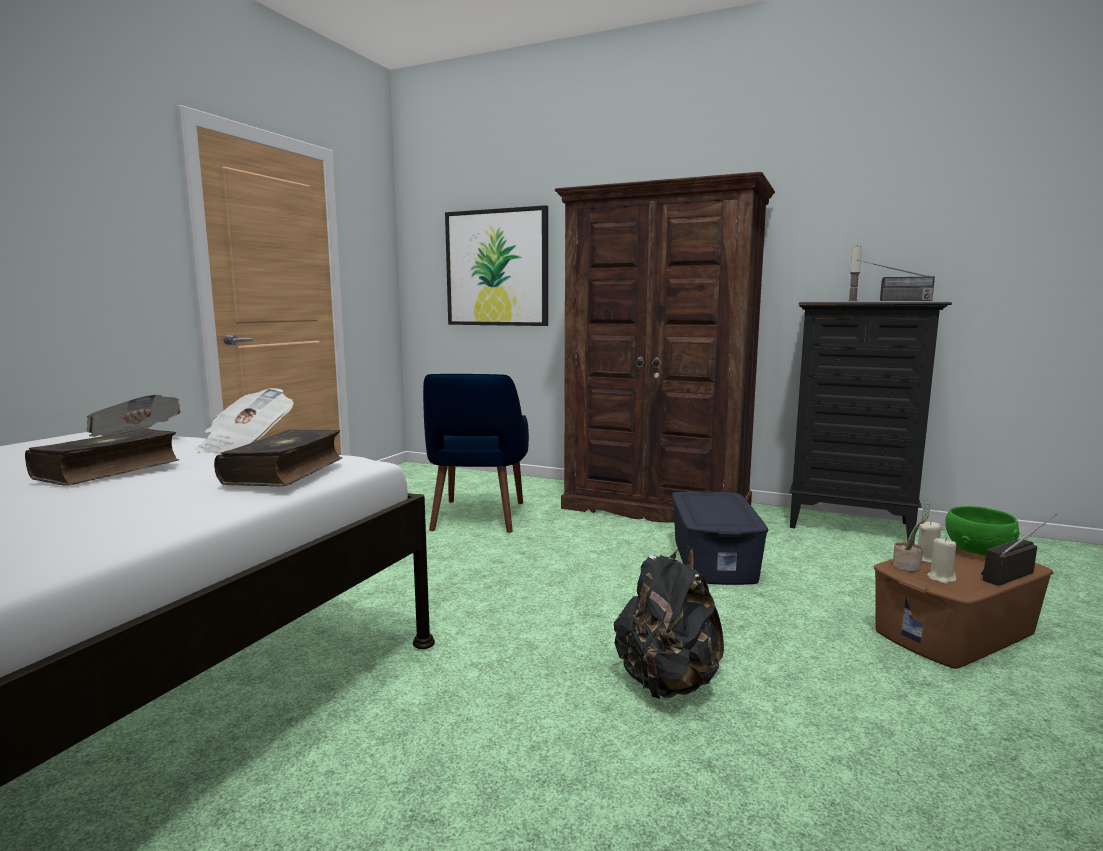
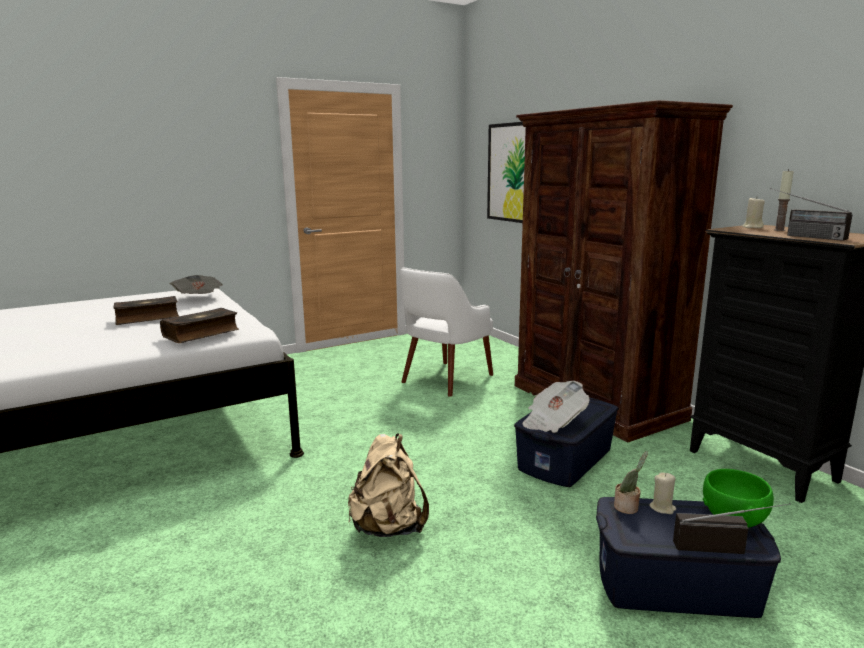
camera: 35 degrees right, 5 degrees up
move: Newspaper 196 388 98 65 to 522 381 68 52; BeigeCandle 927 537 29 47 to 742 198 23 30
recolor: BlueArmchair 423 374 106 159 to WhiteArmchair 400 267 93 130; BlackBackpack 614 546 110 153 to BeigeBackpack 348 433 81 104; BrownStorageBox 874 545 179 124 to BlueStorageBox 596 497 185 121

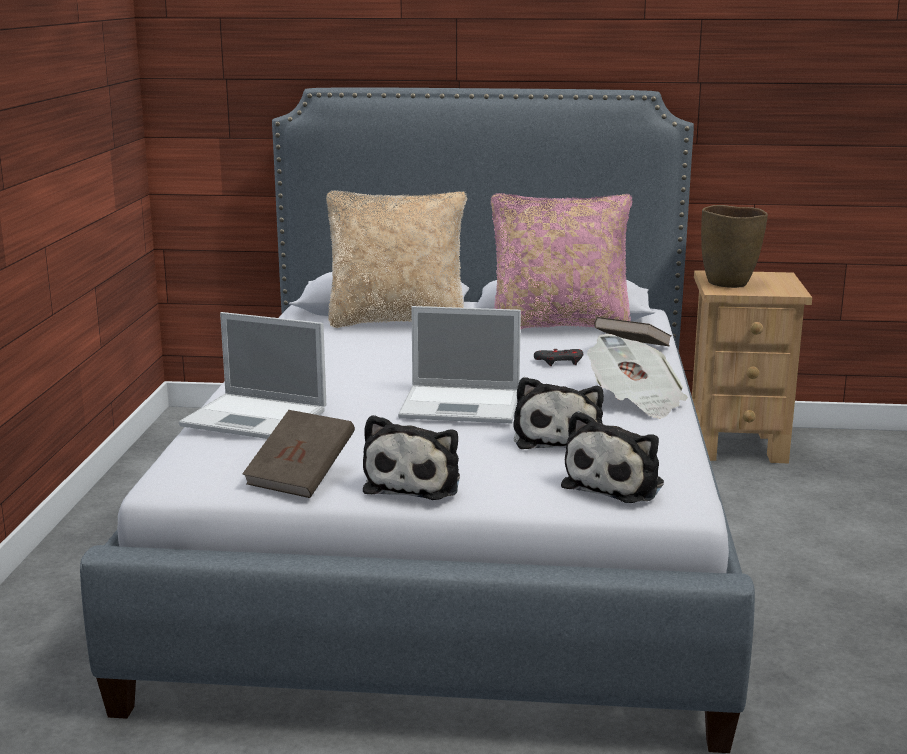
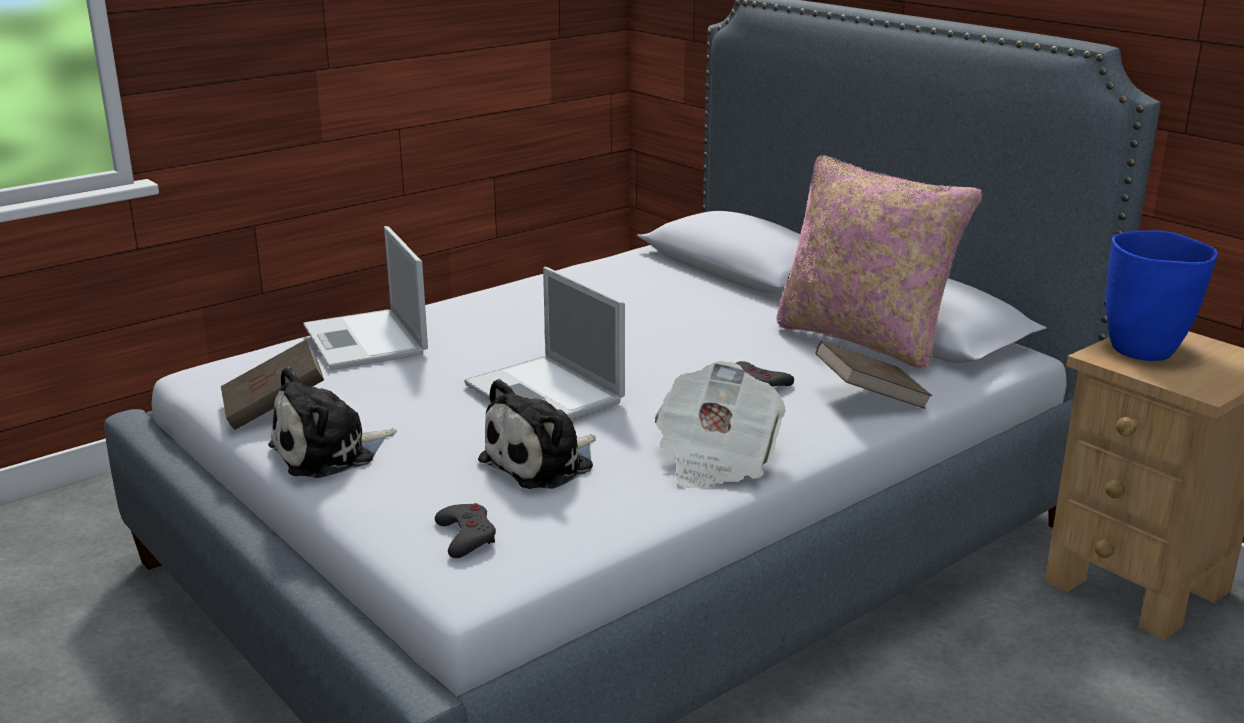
camera: 45 degrees right, 5 degrees up
delete: BeigePillow 326 190 141 138
replace: PlushToy 561 411 103 92 to GreyGameController 435 503 61 55
recolor: BrownVase 701 205 67 83 to BlueVase 1106 230 112 131

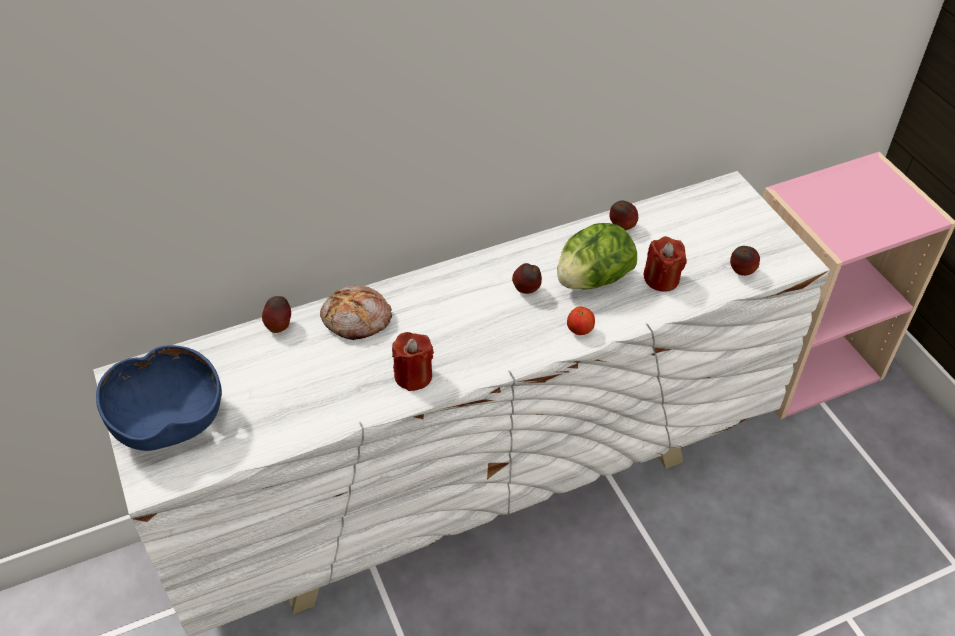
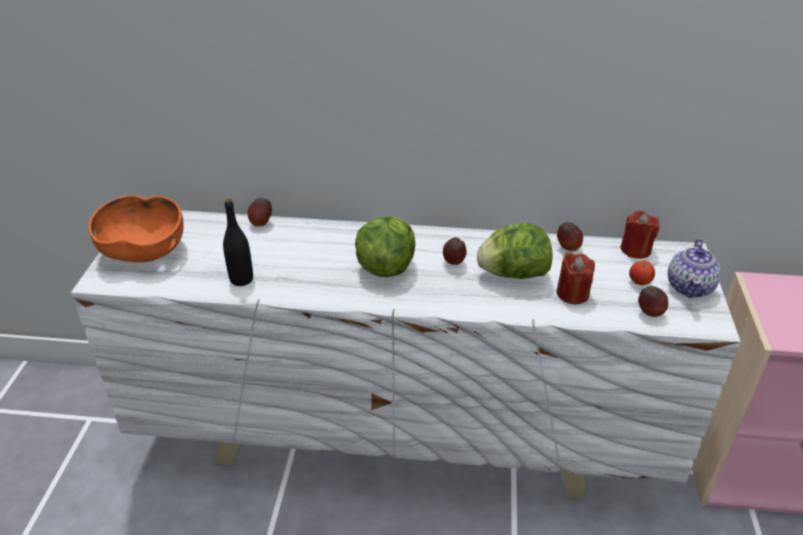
camera: 30 degrees right, 10 degrees down
delete: Bread 320 285 72 55
insert: BlackBottle 223 199 30 87; Lettuce 355 216 60 61; Teapot 668 239 53 59
move: RedCandle 392 332 42 59 to 621 211 39 48; Apple 567 306 28 29 to 629 260 26 25
recolor: BlueBowl 96 345 126 106 to OrangeBowl 89 195 95 67

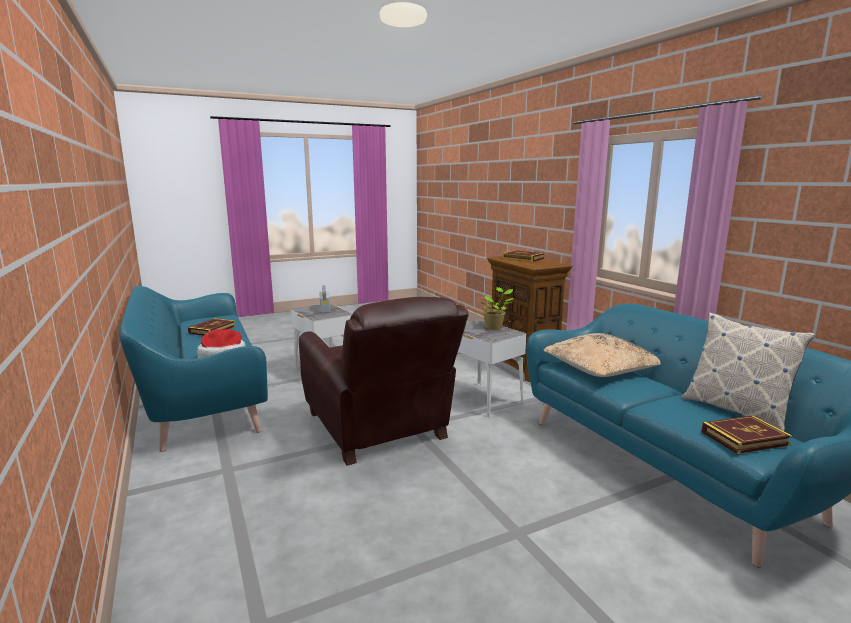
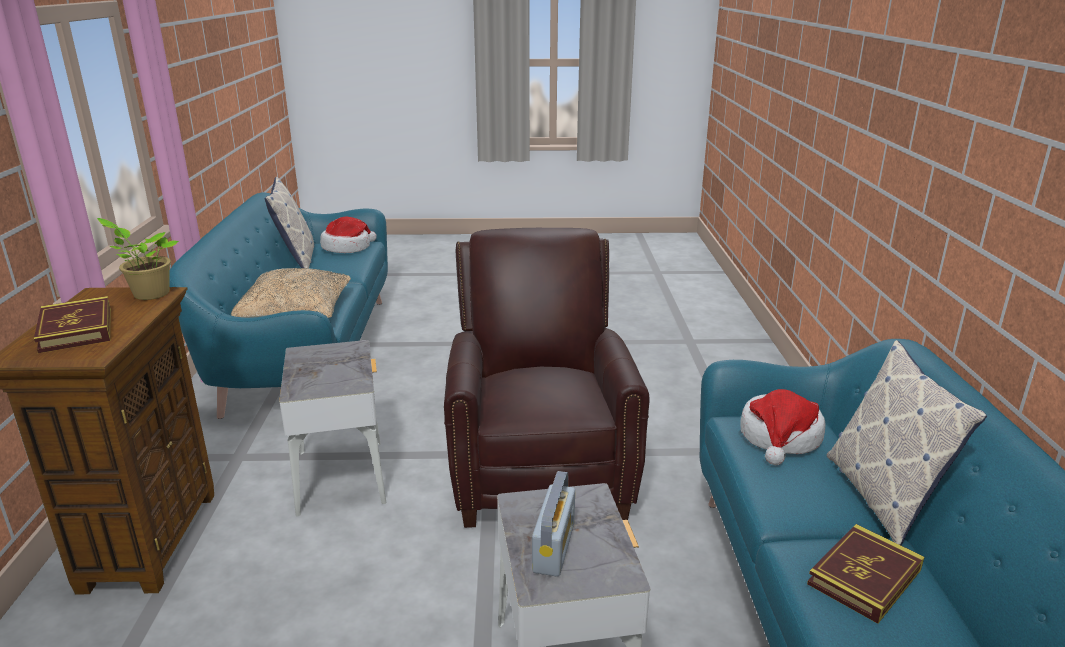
camera: 155 degrees left, 10 degrees up
insert: Pillow 827 340 160 205
move: PottedPlant 480 287 34 43 to 97 218 82 82
replace: Book 701 415 91 39 to Hat 320 217 56 36

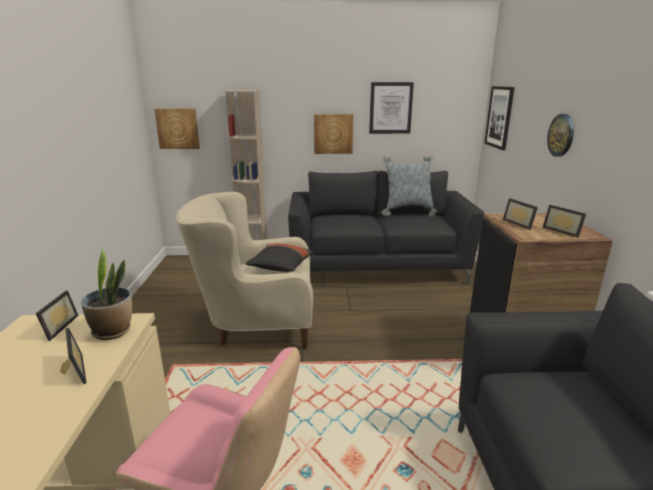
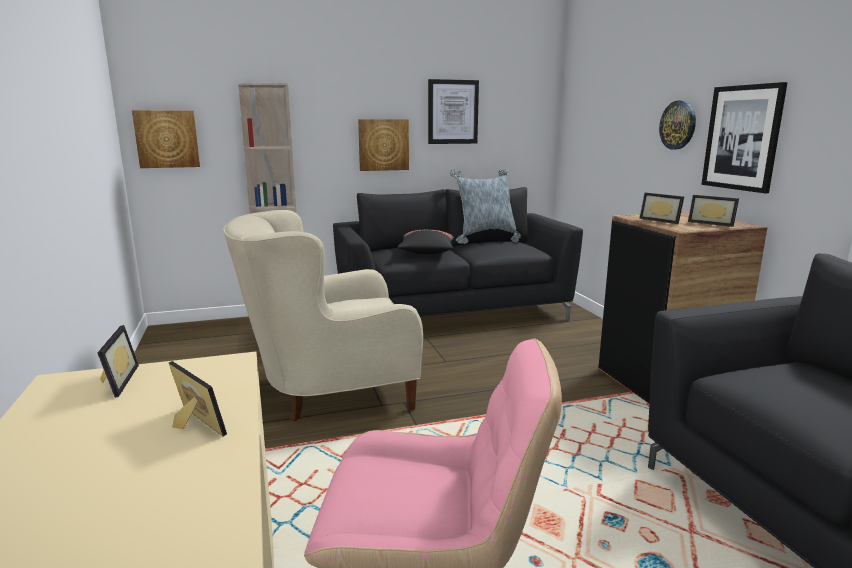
camera: 15 degrees left, 5 degrees down
delete: PottedPlant 81 249 51 91
move: BlackPillow 245 243 68 29 to 397 230 57 24; Picture 484 86 31 64 to 701 82 87 111

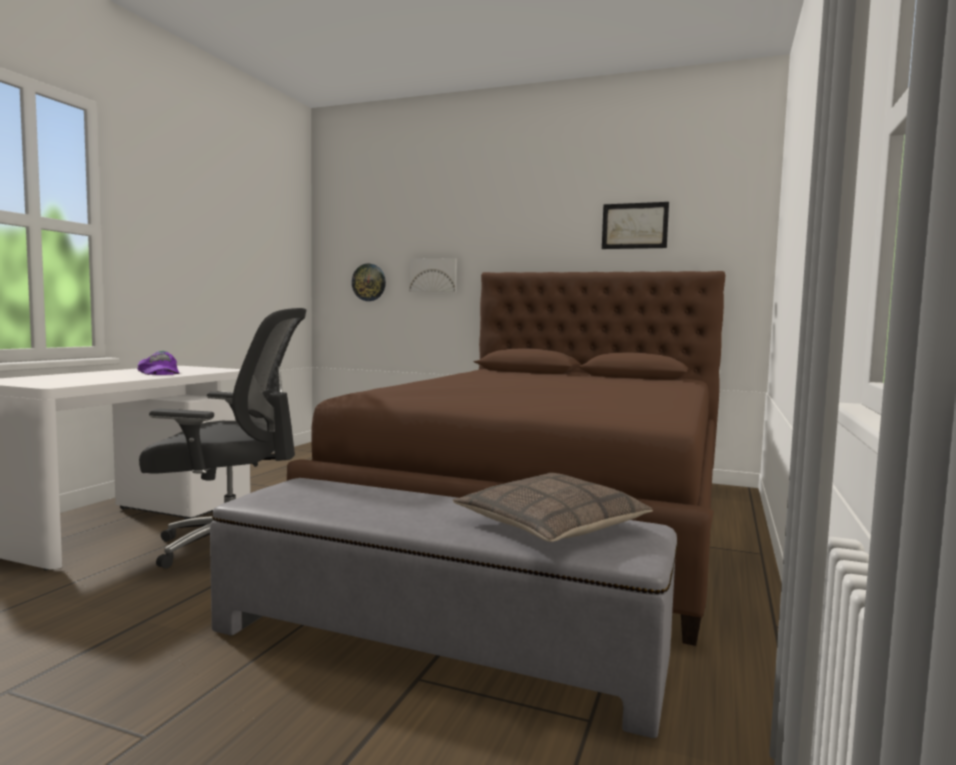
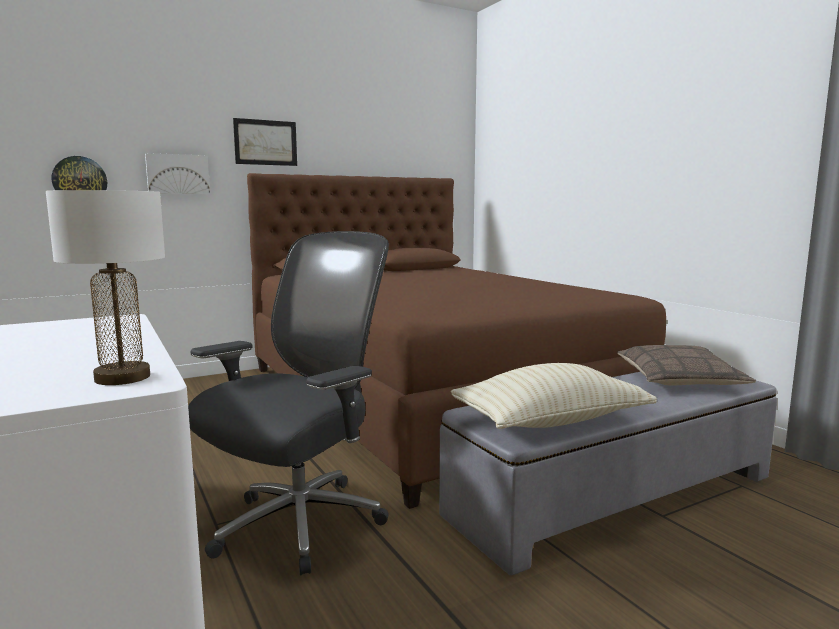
camera: 50 degrees left, 5 degrees up
delete: PurpleCap 137 351 43 24
insert: TableLamp 46 190 119 195; BeigePillow 451 363 206 66
move: Picture 602 202 67 47 to 233 118 64 48

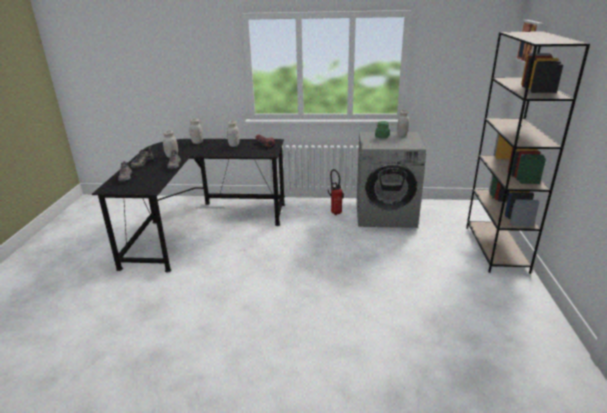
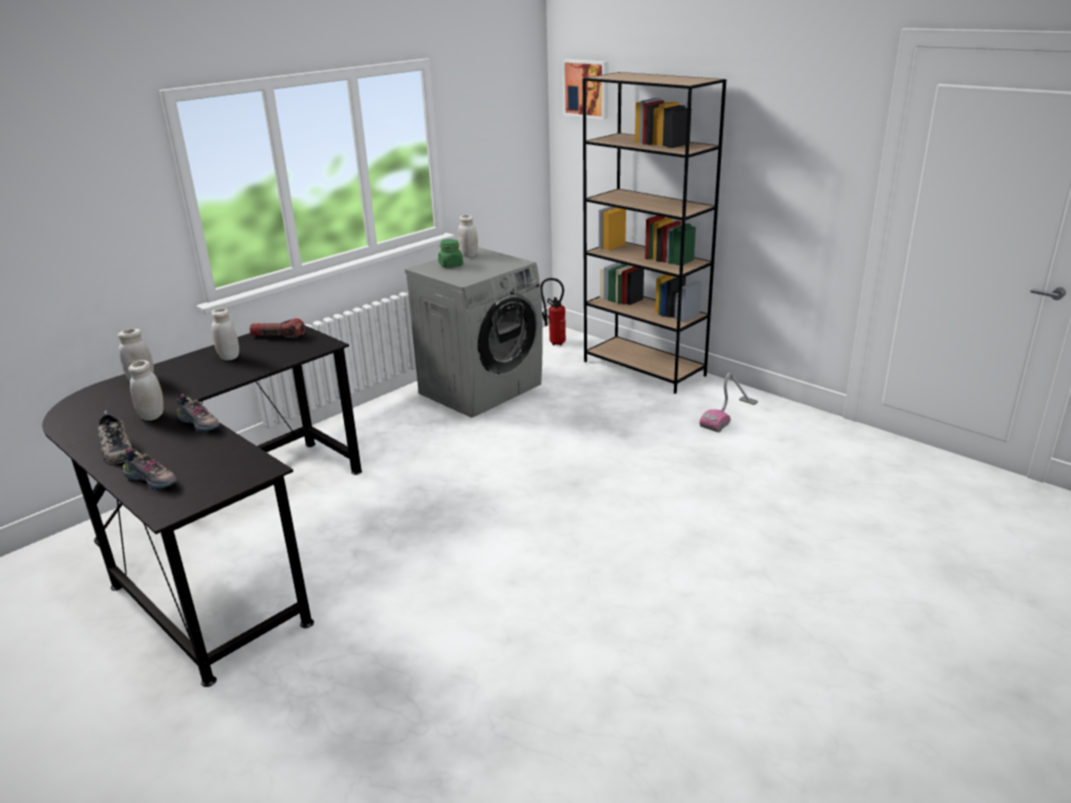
camera: 50 degrees left, 0 degrees up
insert: VacuumCleaner 700 373 58 59
move: FireExtinguisher 328 169 16 46 to 541 278 25 68

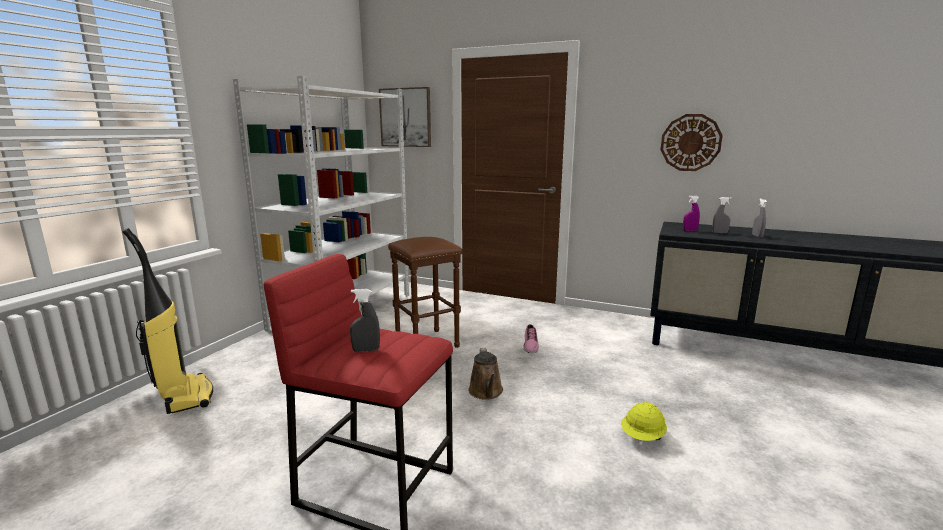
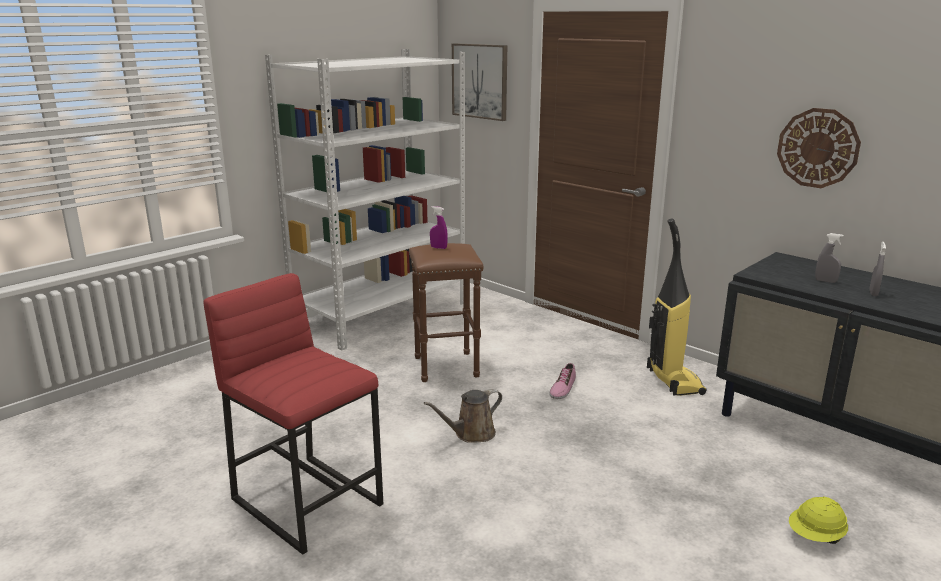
camera: 20 degrees right, 5 degrees up
delete: GreySprayBottle 350 289 30 63
move: VacuumCleaner 122 228 91 186 to 647 218 59 178; YellowHardHat 621 402 46 39 to 789 497 59 47; PurpleSprayBottle 683 195 17 36 to 430 206 18 43
rotate: BrownWateringCan 468 348 35 52 = 424 389 78 54 45 degrees clockwise

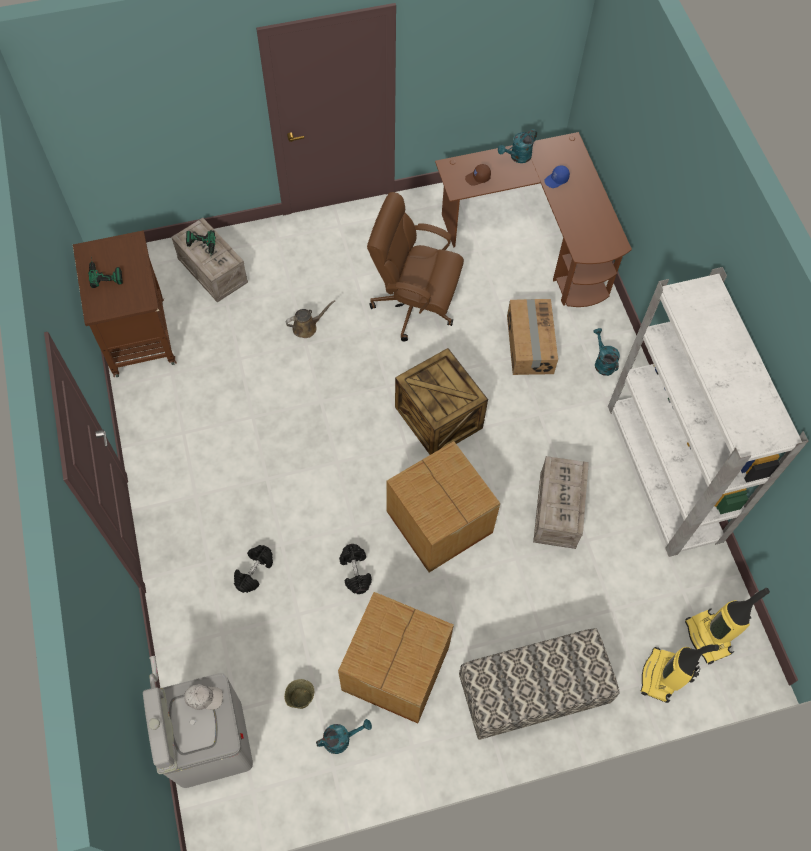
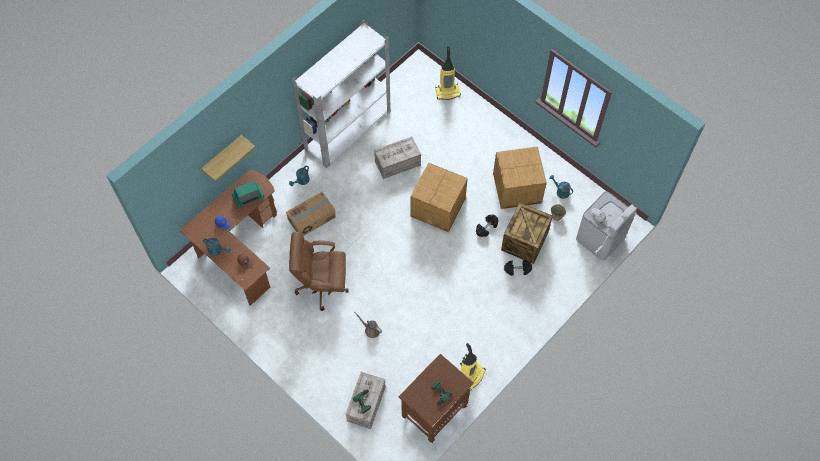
camera: 120 degrees left, 0 degrees up
delete: Bench 459 628 161 112
insert: Shelf 201 135 54 47; Radio 232 181 32 27
move: Crate 395 348 93 107 to 501 202 52 62; VacuumCleaner 685 588 85 76 to 460 343 26 47
rotate: BrownOfficeChair 367 192 97 149 = 289 232 60 79 105 degrees clockwise

